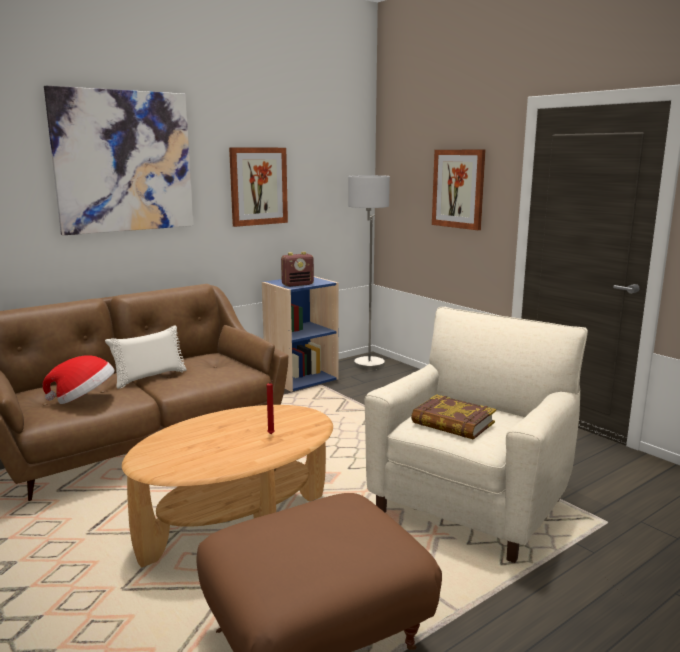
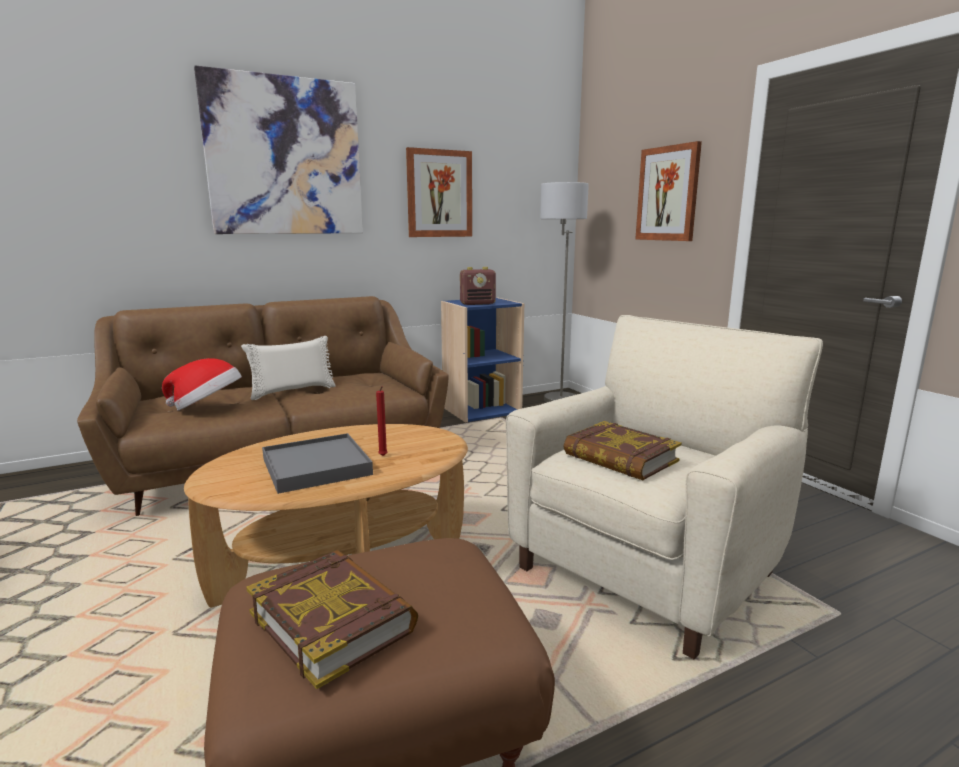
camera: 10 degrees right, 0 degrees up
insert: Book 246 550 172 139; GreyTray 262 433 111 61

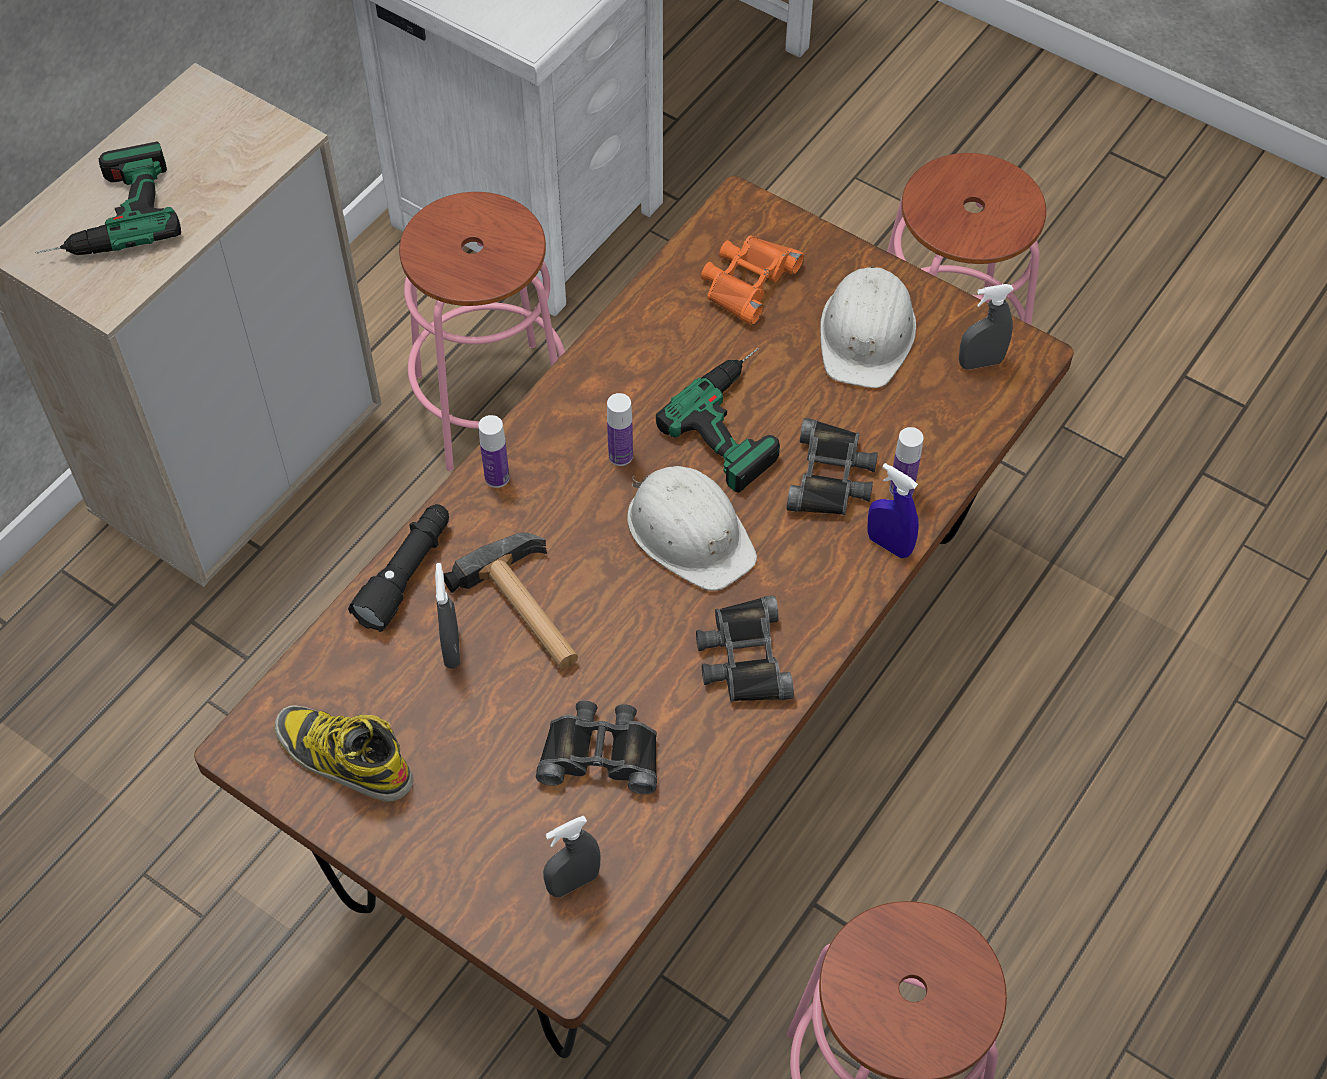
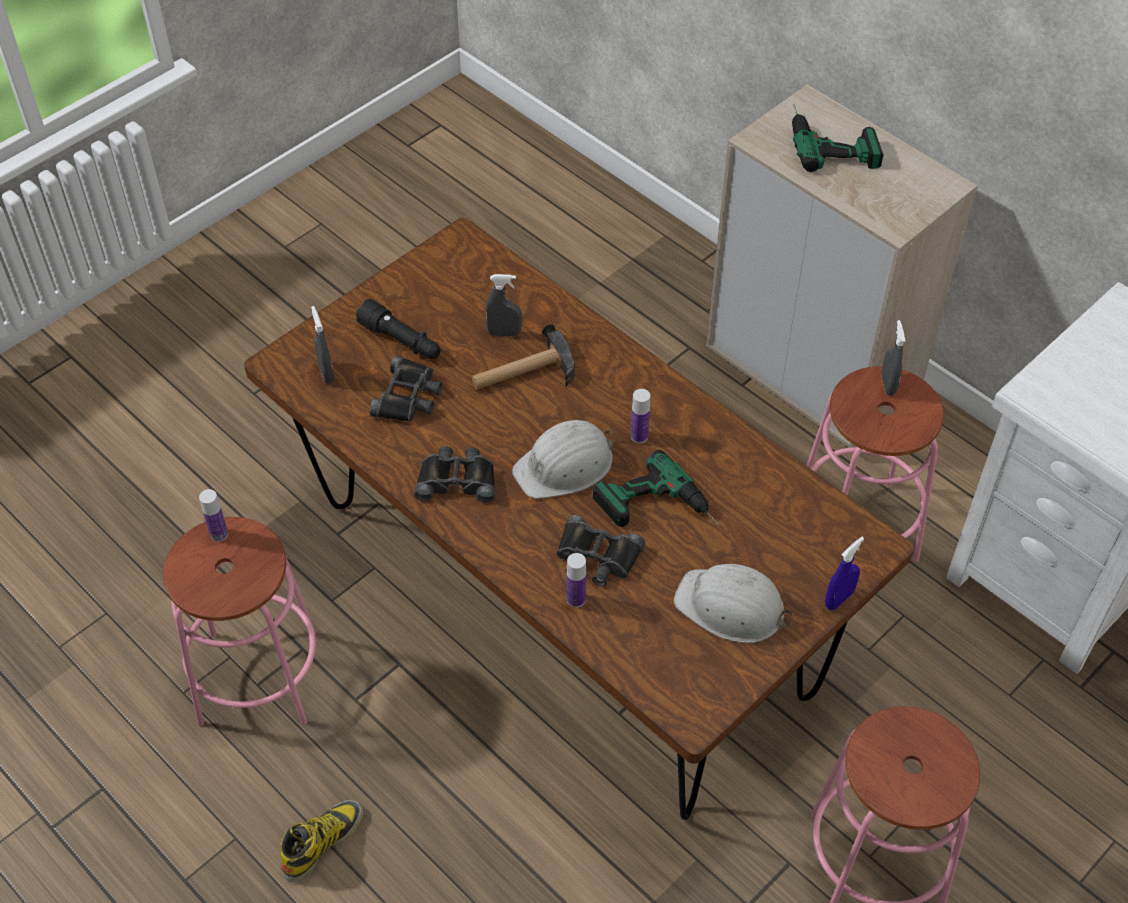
camera: 100 degrees right, 5 degrees down
delete: OrangeBinoculars 701 236 103 89
move: Boot 274 705 139 97 to 280 800 84 82; BlackFlashlight 348 504 101 128 to 356 299 85 60; Bottle 478 415 32 73 to 199 489 29 53; BlueSprayBottle 867 463 52 95 to 825 537 39 73; GreySprayBottle 959 284 55 86 to 881 320 24 76

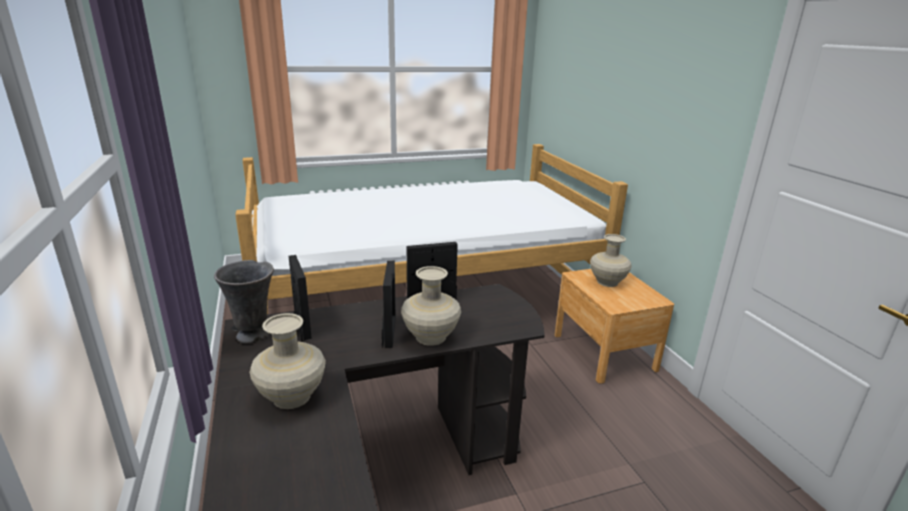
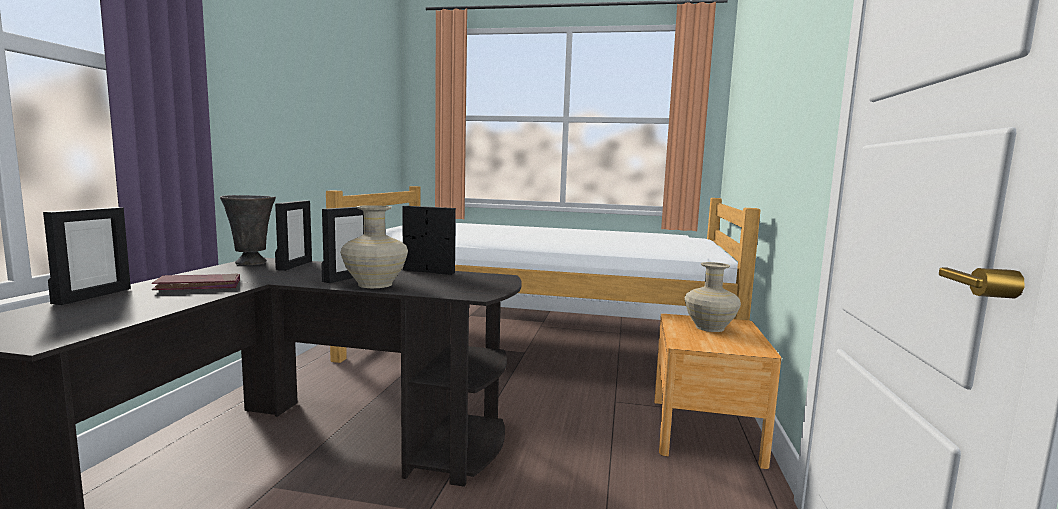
camera: 30 degrees right, 15 degrees down
insert: PictureFrame 43 207 88 98
replace: BeigeVase 249 313 77 96 to RedBook 152 273 88 17

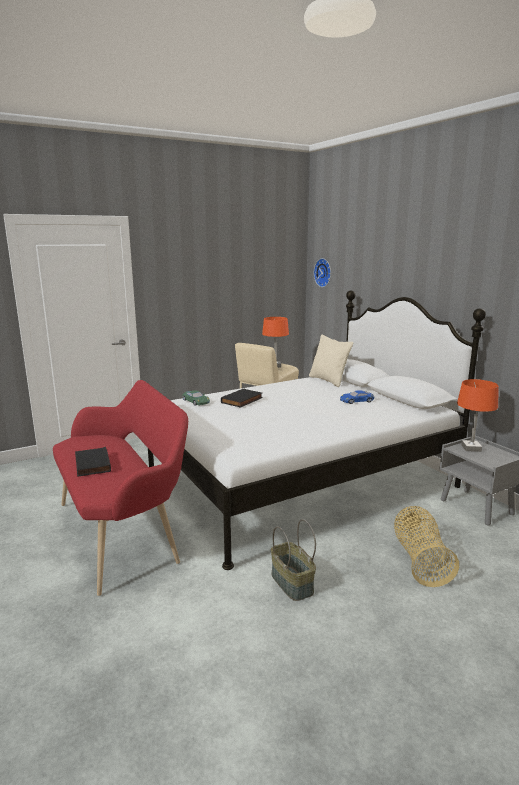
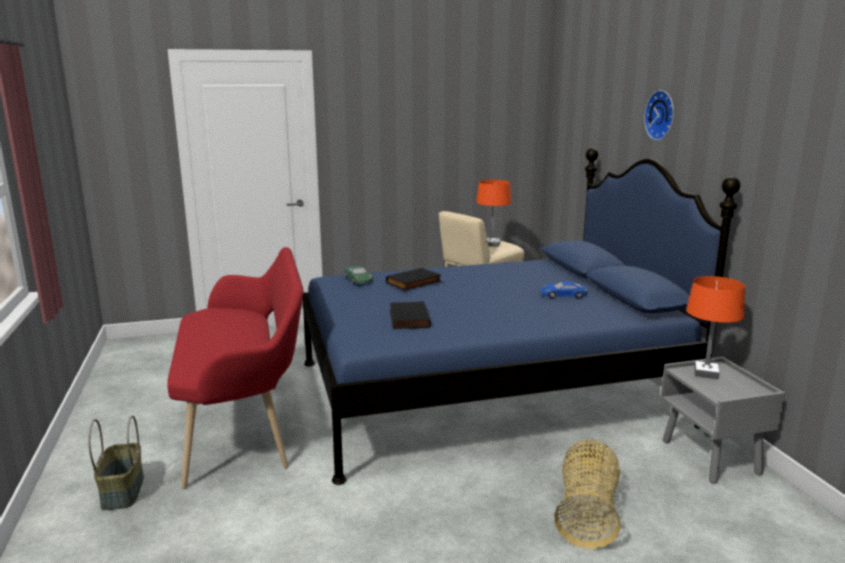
camera: 15 degrees right, 0 degrees up
delete: BeigePillow 309 335 44 52
move: BlackBook 75 447 36 30 to 390 301 41 28; Basket 271 519 45 82 to 88 415 56 95; WallClock 314 258 17 29 to 644 90 30 50
recolor: WhiteBed 148 291 338 279 to BlueBed 303 148 438 337

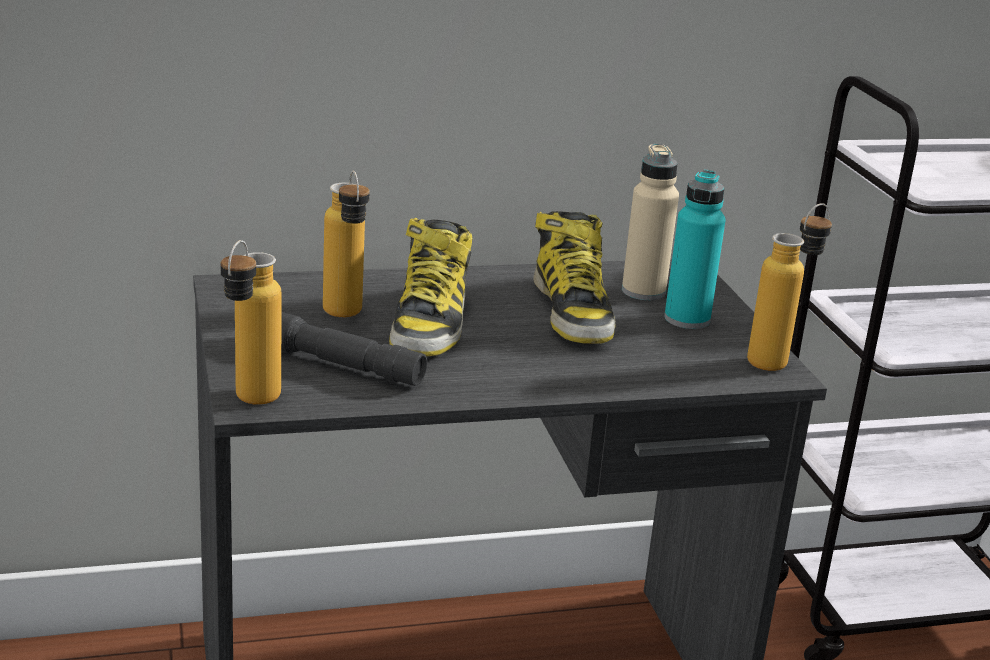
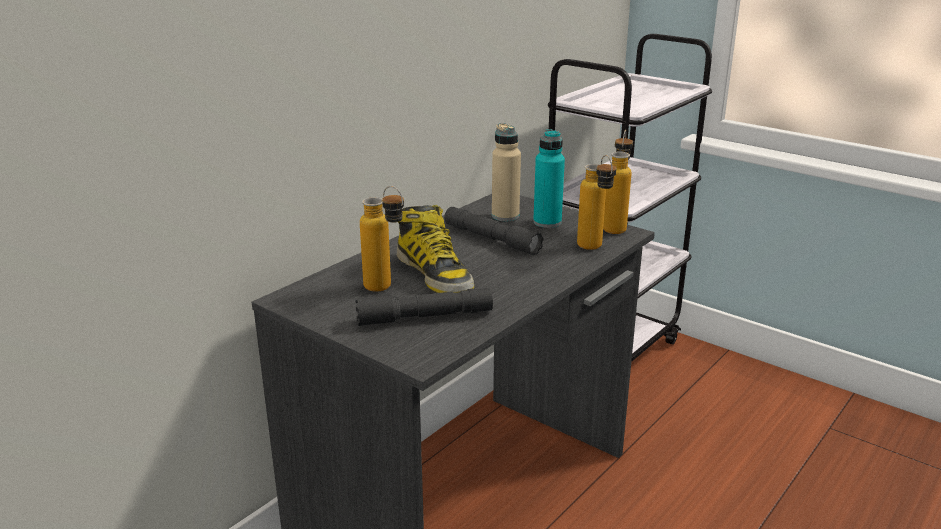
camera: 35 degrees left, 0 degrees up
move: Bottle 220 240 62 164 to 577 155 39 95
replace: Boot 533 211 82 133 to GreyFlashlight 444 207 100 48

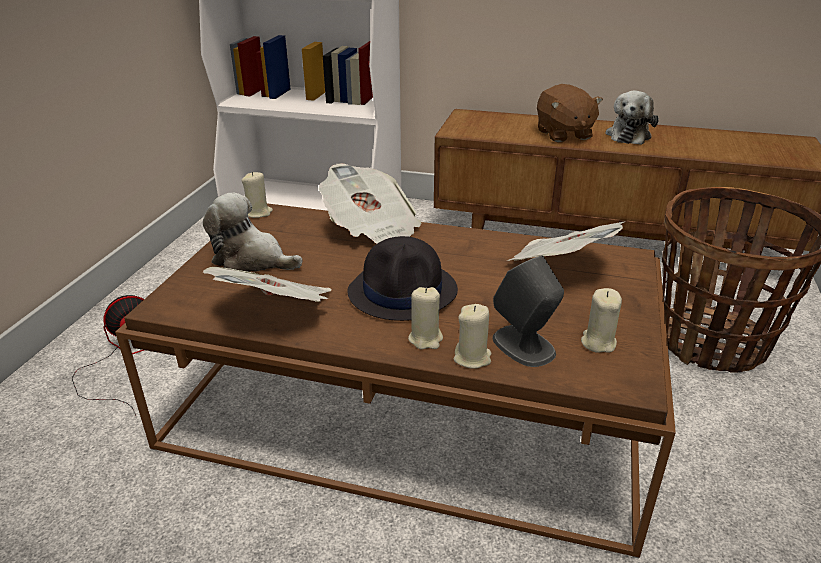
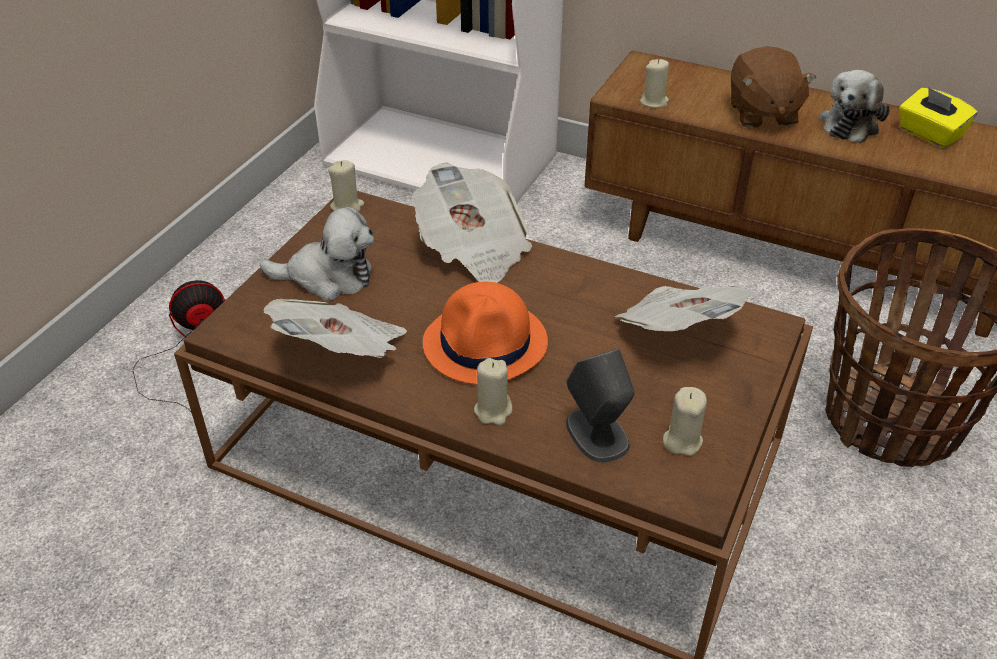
camera: 10 degrees right, 10 degrees up
insert: YellowTissueBox 899 87 79 61
move: BeigeCandle 454 304 37 65 to 640 59 29 49
recolor: BlackHat 347 236 111 85 to OrangeHat 423 282 125 103
rotate: PlushToy 203 193 99 79 = 260 207 114 94 150 degrees clockwise

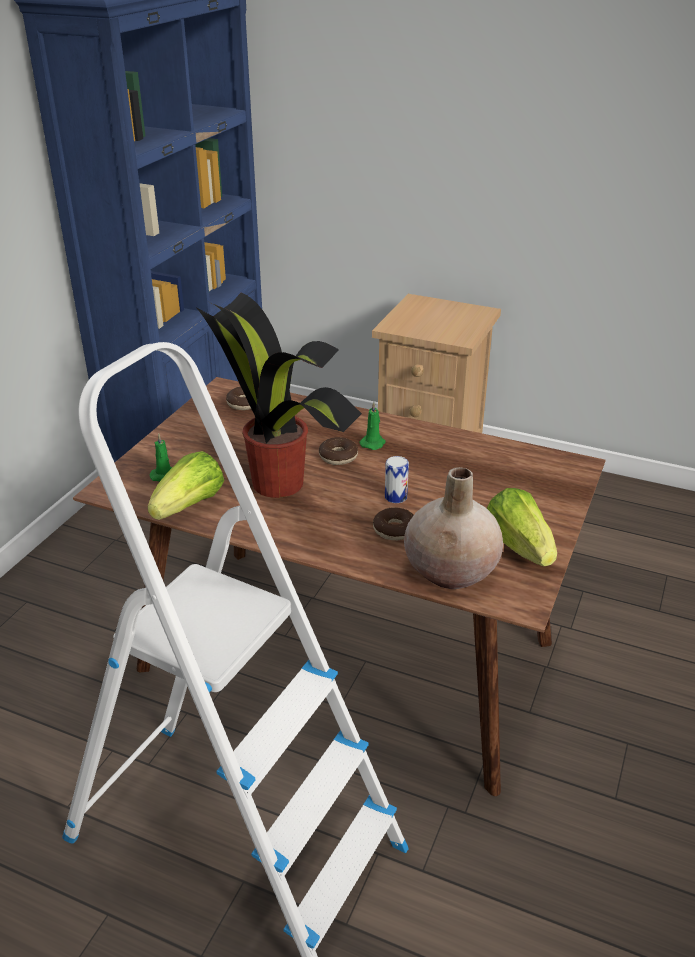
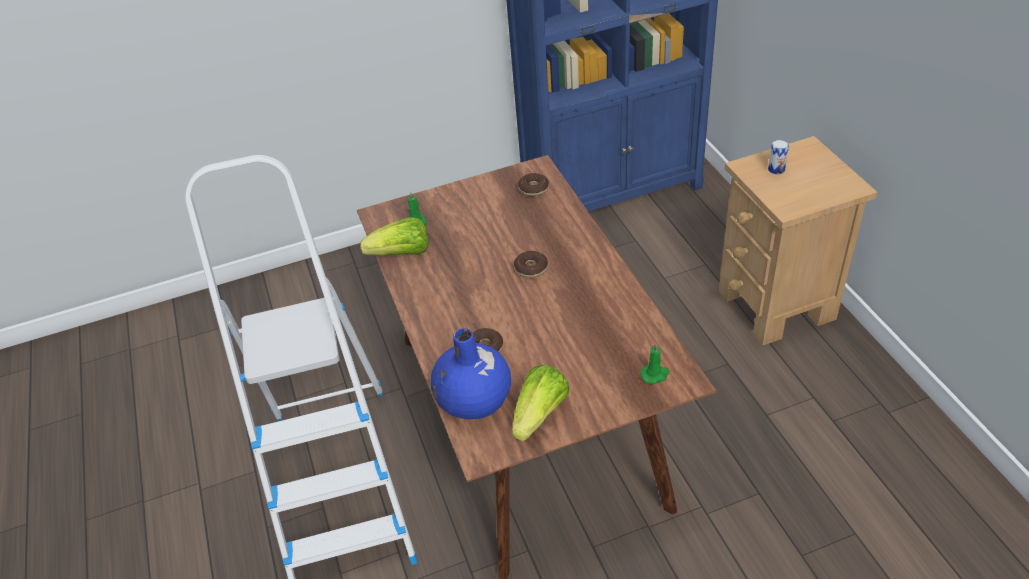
camera: 50 degrees right, 10 degrees up
delete: PottedPlant 197 293 165 205
move: GreenCandle 360 402 26 48 to 641 343 29 41; Can 385 456 24 47 to 768 140 21 34
recolor: BeigeVase 404 467 99 122 to BlueVase 431 328 80 91

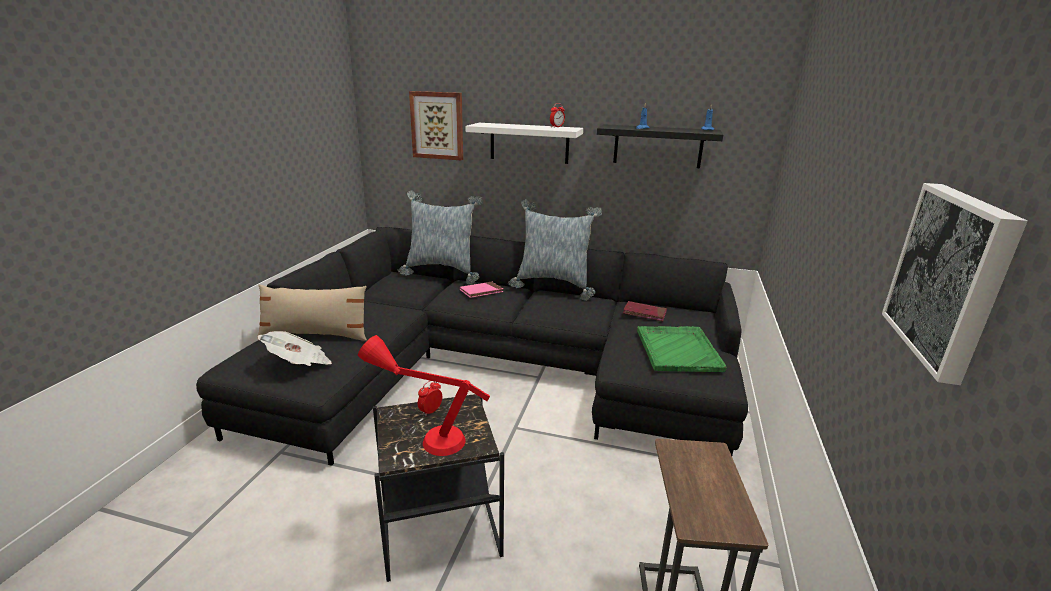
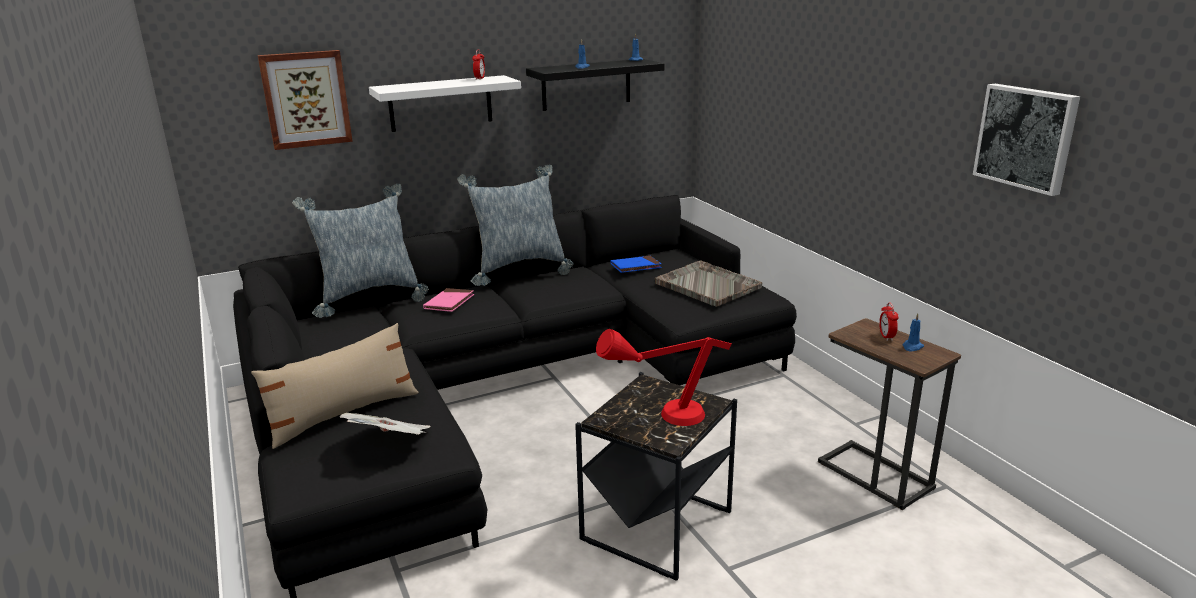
camera: 40 degrees left, 0 degrees up
insert: BlueCandle 903 313 21 38
move: AlarmClock 418 380 24 36 to 879 302 20 39
recolor: RedBook 623 301 44 20 to BlueBook 611 255 51 18; GreenTray 637 326 90 46 to GreyTray 655 261 107 46

